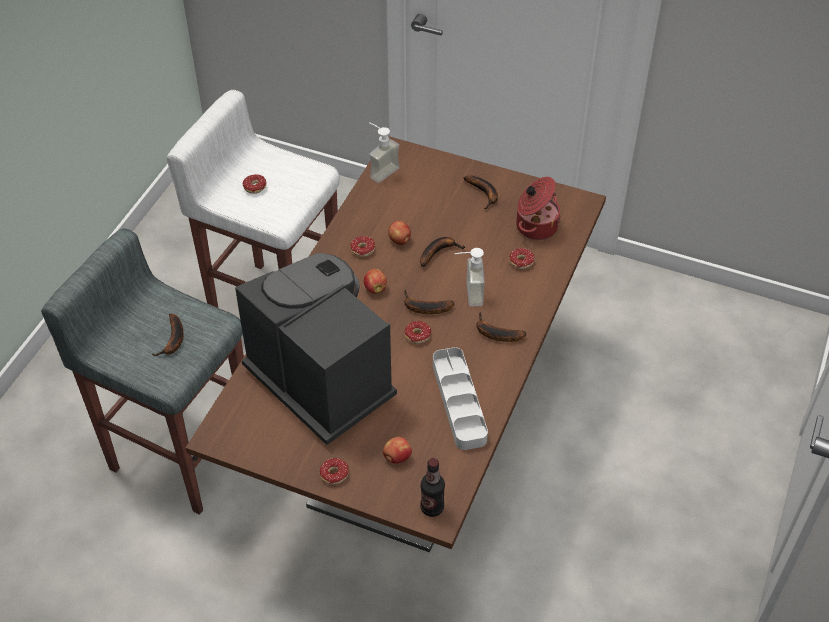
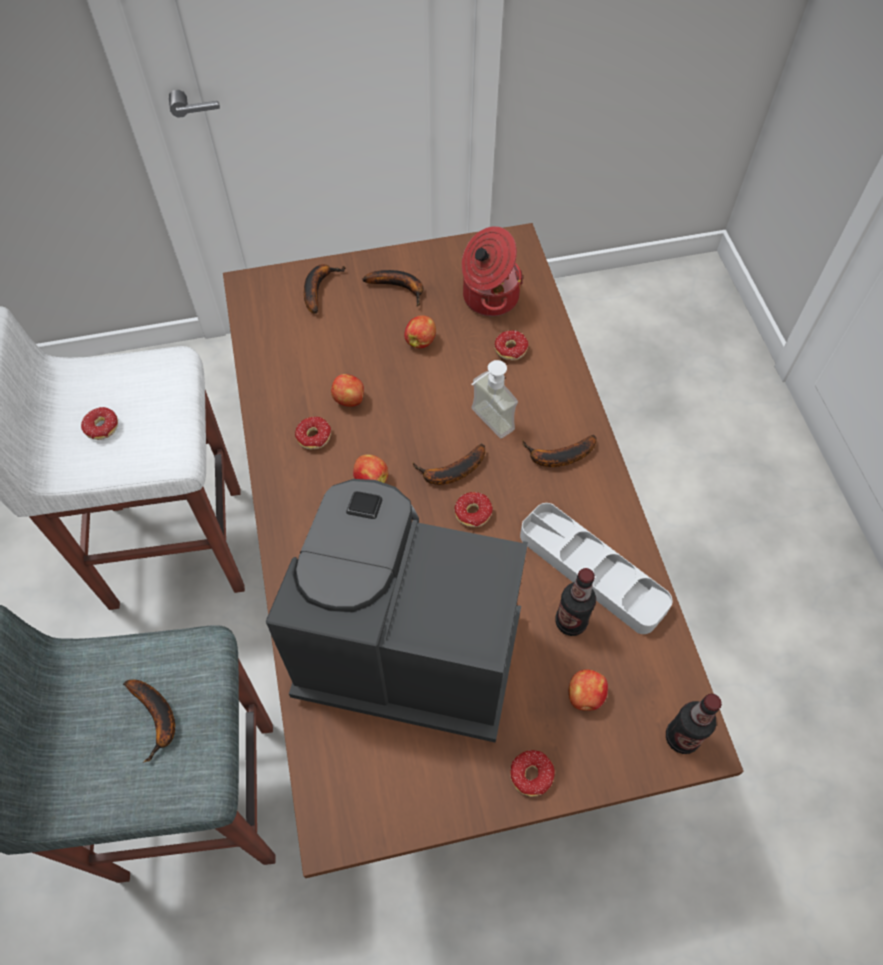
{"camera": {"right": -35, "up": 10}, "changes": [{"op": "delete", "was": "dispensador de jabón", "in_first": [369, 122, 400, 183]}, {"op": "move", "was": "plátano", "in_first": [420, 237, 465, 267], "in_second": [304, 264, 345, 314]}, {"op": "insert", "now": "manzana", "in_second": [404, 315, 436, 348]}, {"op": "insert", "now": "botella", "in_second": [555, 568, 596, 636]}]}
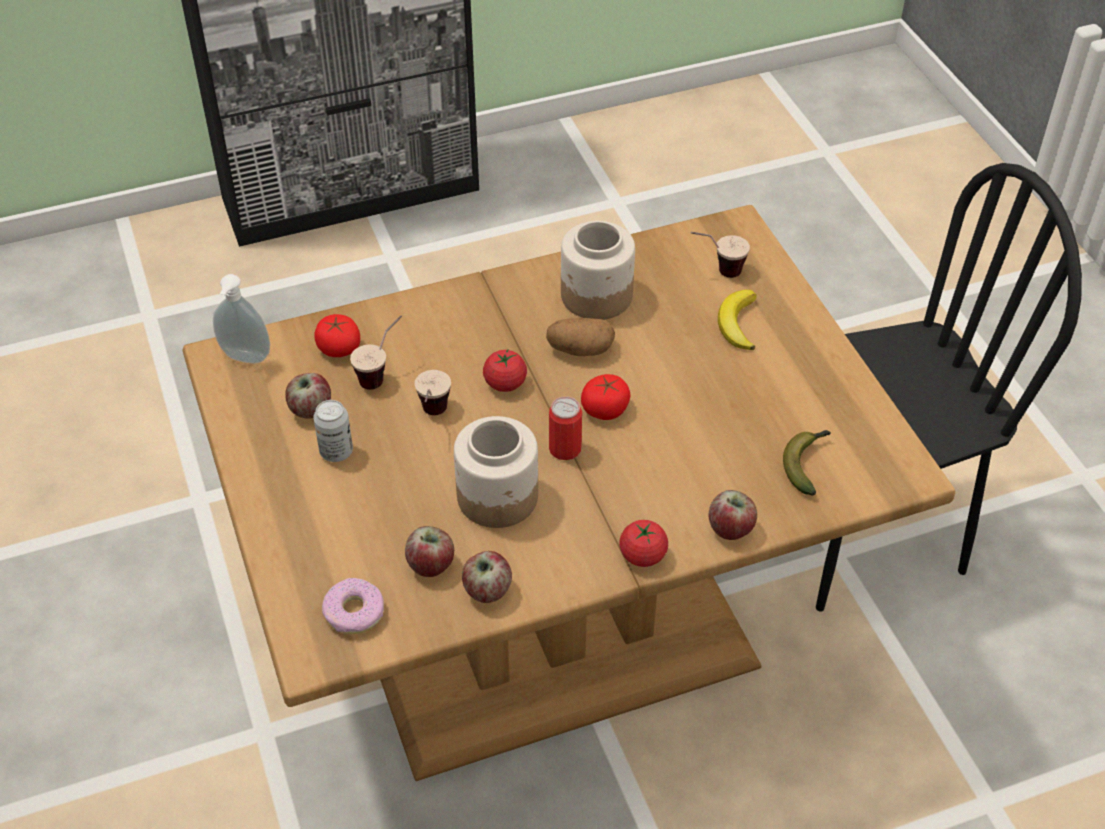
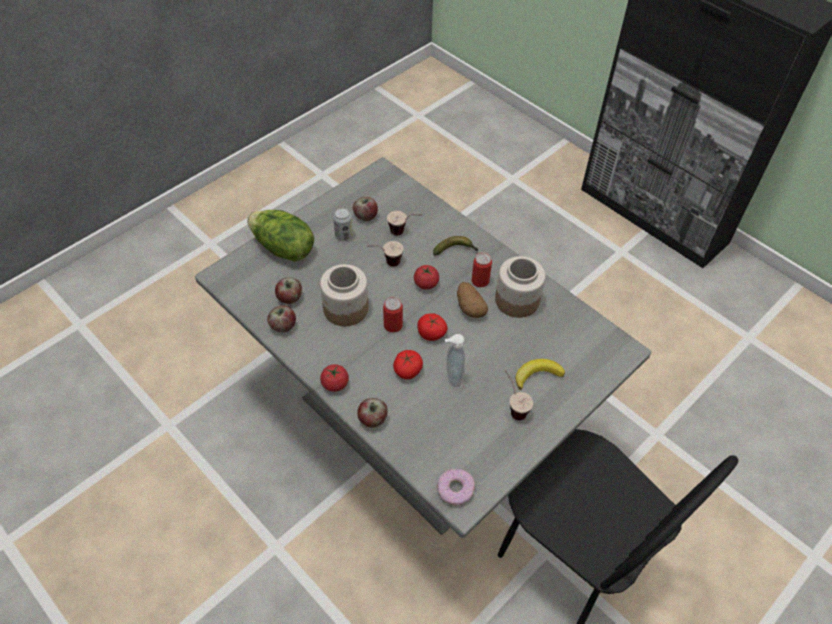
{"camera": {"right": 65, "up": 5}, "changes": [{"op": "recolor", "was": "mesa de comedor (marrón)", "now": "mesa de comedor (gris)", "in_first": [182, 205, 955, 781], "in_second": [195, 157, 651, 538]}, {"op": "move", "was": "taza", "in_first": [691, 232, 750, 278], "in_second": [505, 370, 533, 420]}, {"op": "move", "was": "dispensador de jabón", "in_first": [213, 274, 270, 363], "in_second": [445, 334, 465, 387]}, {"op": "move", "was": "tomate", "in_first": [314, 314, 360, 357], "in_second": [393, 350, 423, 379]}, {"op": "move", "was": "plátano", "in_first": [783, 430, 831, 495], "in_second": [433, 236, 479, 256]}, {"op": "move", "was": "rosquilla", "in_first": [322, 578, 384, 634], "in_second": [437, 468, 475, 506]}, {"op": "insert", "now": "lechuga", "in_second": [247, 210, 314, 262]}, {"op": "insert", "now": "lata", "in_second": [471, 252, 492, 287]}]}
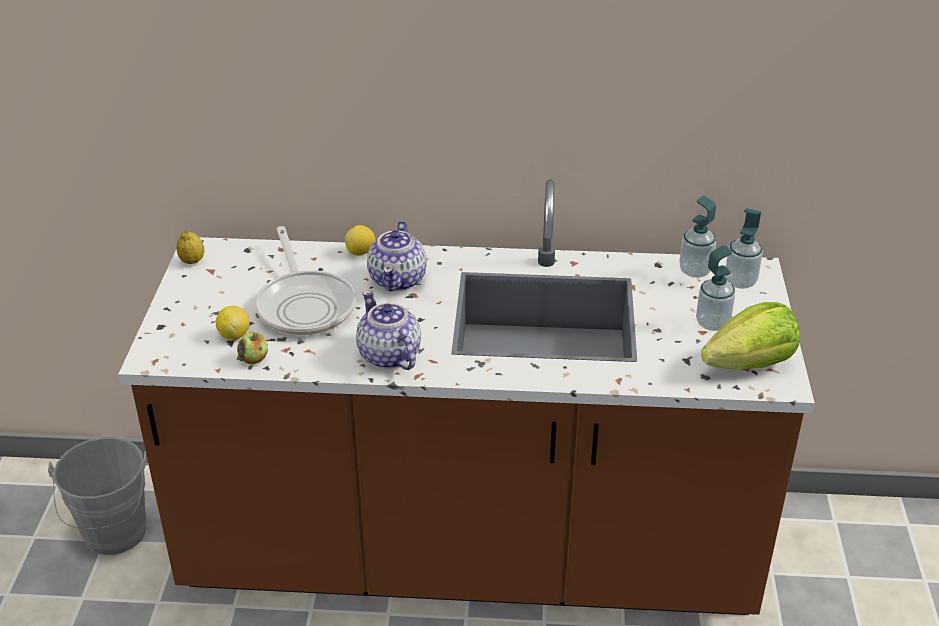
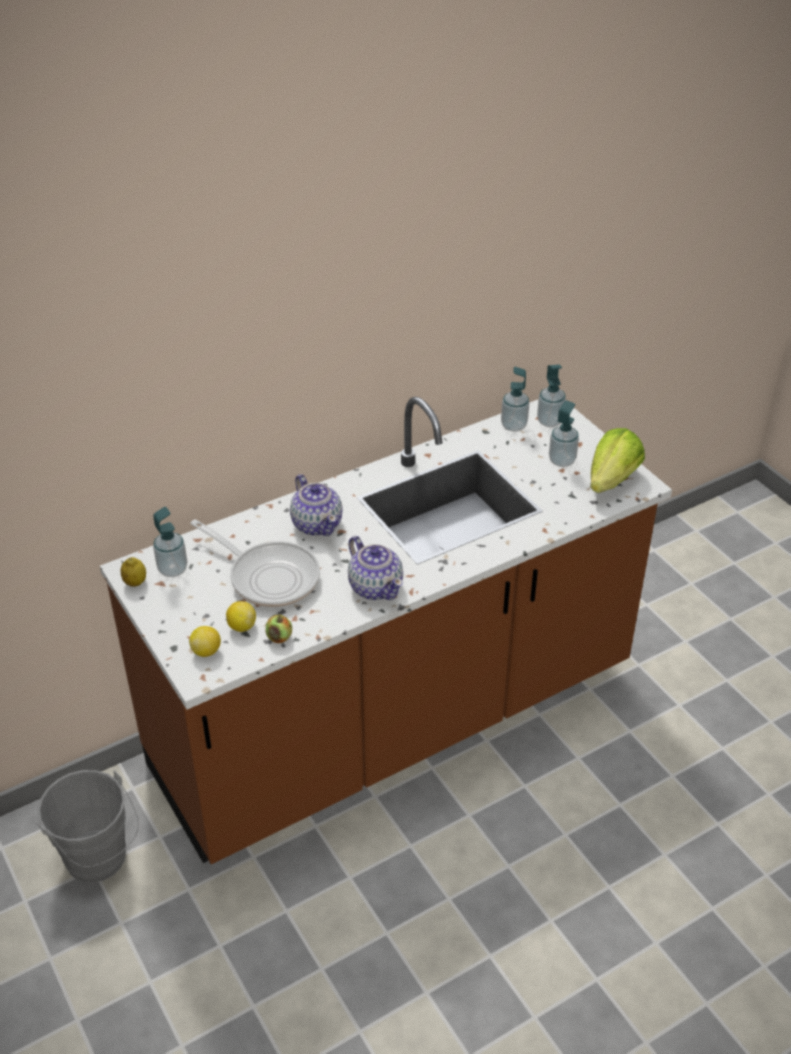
{"camera": {"right": -35, "up": 5}, "changes": [{"op": "move", "was": "limón", "in_first": [345, 225, 375, 256], "in_second": [189, 626, 221, 657]}, {"op": "rotate", "was": "tetera", "in_first": [356, 290, 421, 370], "in_second": [348, 536, 403, 600], "clockwise": -150}, {"op": "insert", "now": "dispensador de jabón", "in_second": [153, 507, 187, 577]}]}
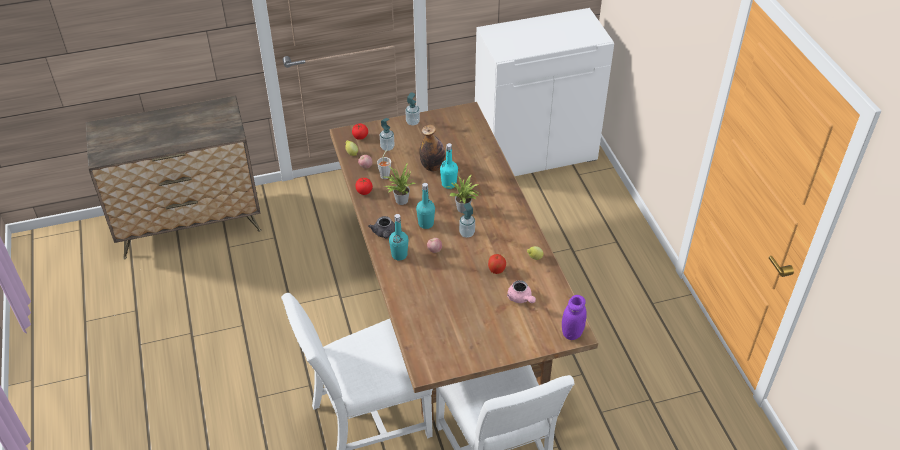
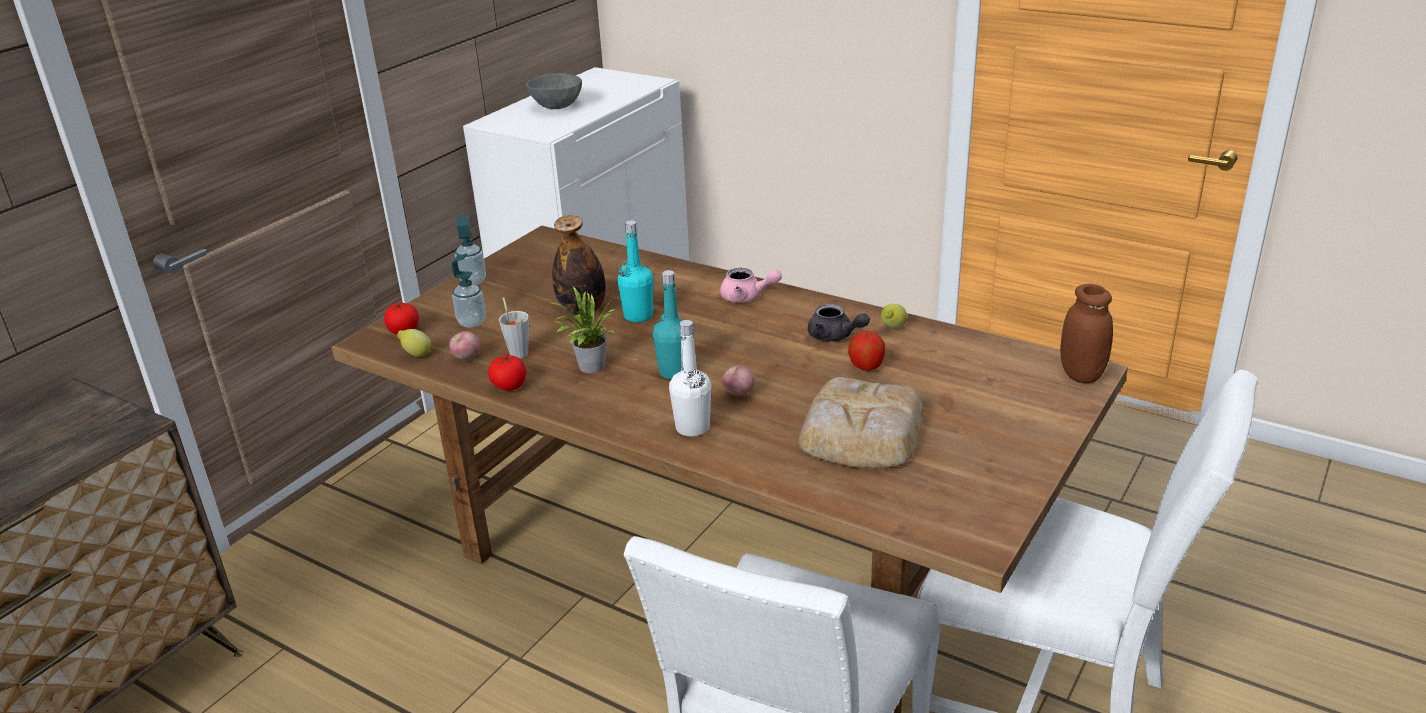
{"camera": {"right": -40, "up": -15}, "changes": [{"op": "delete", "was": "planta en maceta", "in_first": [447, 174, 480, 213]}, {"op": "delete", "was": "dispensador de jabón", "in_first": [459, 203, 475, 238]}, {"op": "recolor", "was": "botella (turquesa)", "now": "botella (blanco)", "in_first": [389, 214, 408, 260], "in_second": [669, 320, 711, 437]}, {"op": "move", "was": "tetera (gris)", "in_first": [368, 216, 395, 239], "in_second": [808, 304, 870, 342]}, {"op": "move", "was": "tetera (rosa)", "in_first": [507, 280, 536, 303], "in_second": [720, 268, 782, 302]}, {"op": "recolor", "was": "tarro (morado)", "now": "tarro (marrón)", "in_first": [562, 295, 587, 340], "in_second": [1060, 284, 1113, 383]}, {"op": "insert", "now": "cuenco (gris)", "in_second": [526, 73, 582, 109]}, {"op": "insert", "now": "pan", "in_second": [799, 377, 923, 468]}]}
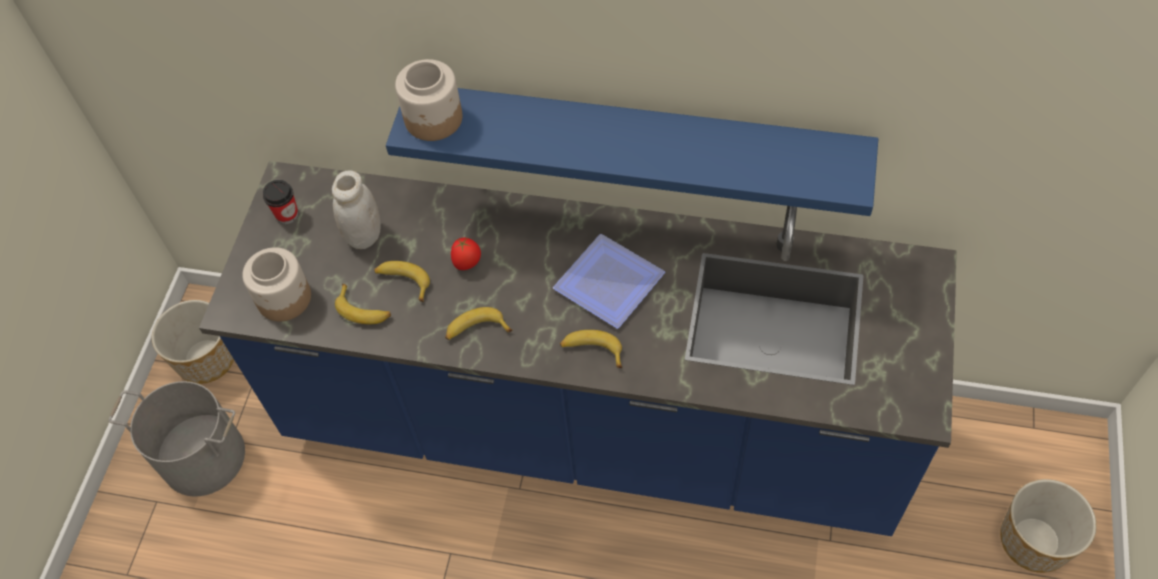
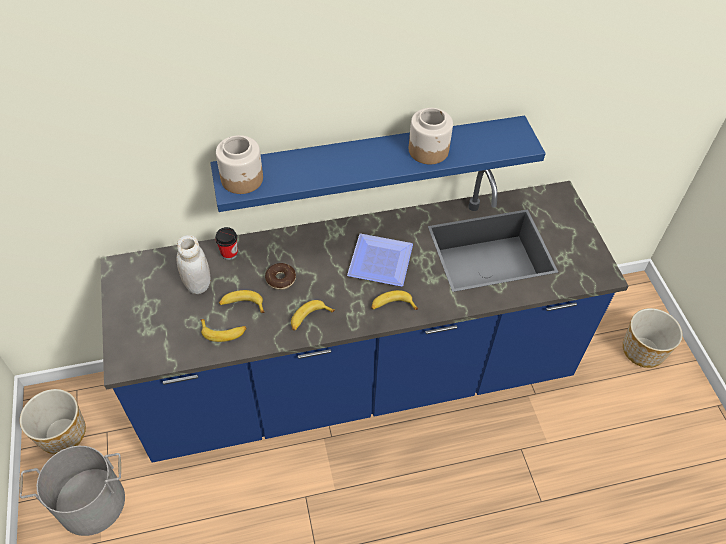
{"camera": {"right": -30, "up": -5}, "changes": [{"op": "move", "was": "taza", "in_first": [263, 180, 298, 224], "in_second": [215, 227, 238, 260]}, {"op": "replace", "was": "tomate", "now": "rosquilla", "in_first": [451, 238, 481, 270], "in_second": [265, 263, 296, 290]}, {"op": "move", "was": "tarro", "in_first": [242, 247, 311, 321], "in_second": [409, 108, 453, 165]}]}
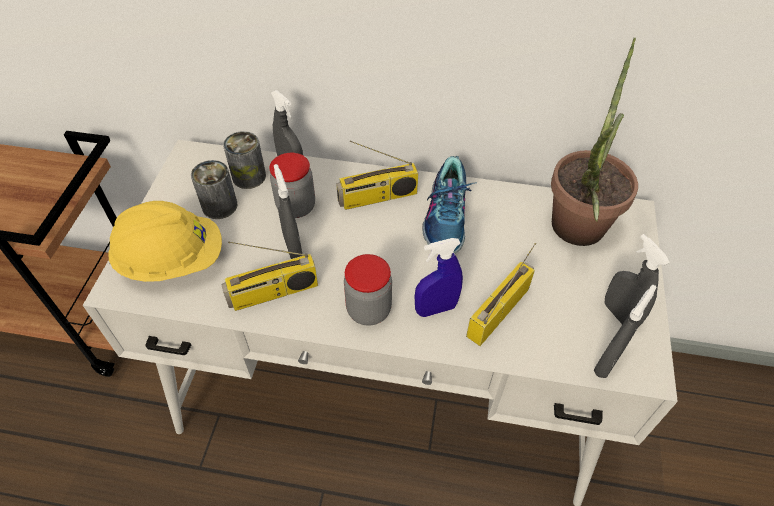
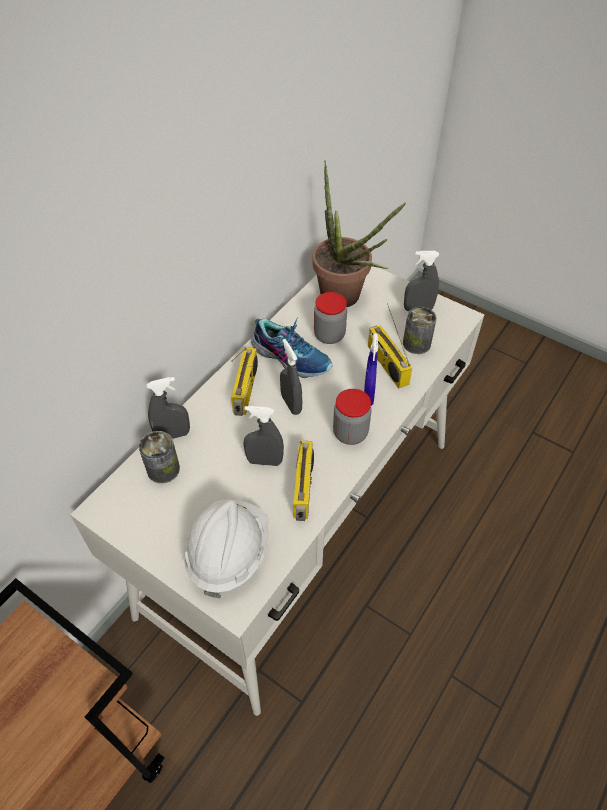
{"camera": {"right": -65, "up": 0}, "changes": [{"op": "move", "was": "tarro", "in_first": [270, 153, 315, 218], "in_second": [314, 292, 347, 344]}, {"op": "move", "was": "lata", "in_first": [191, 160, 237, 219], "in_second": [403, 307, 437, 354]}, {"op": "recolor", "was": "casco (amarillo)", "now": "casco (blanco)", "in_first": [108, 201, 222, 282], "in_second": [184, 499, 268, 598]}, {"op": "move", "was": "pulverizador (gris)", "in_first": [594, 285, 657, 378], "in_second": [280, 339, 302, 415]}]}
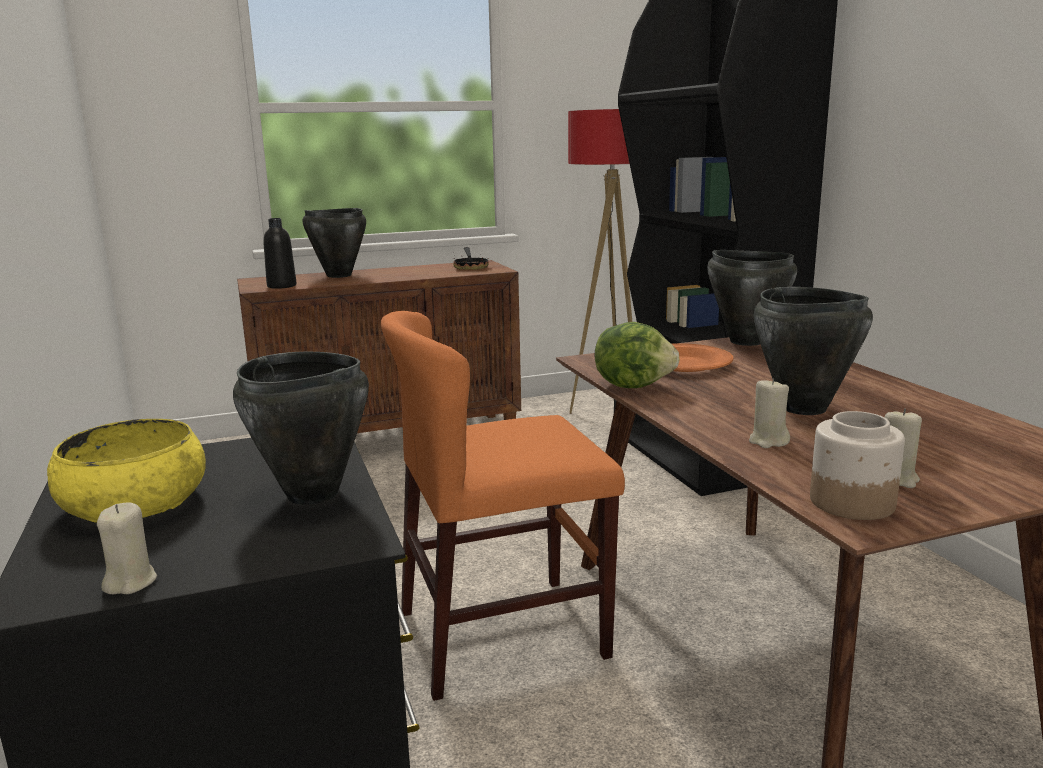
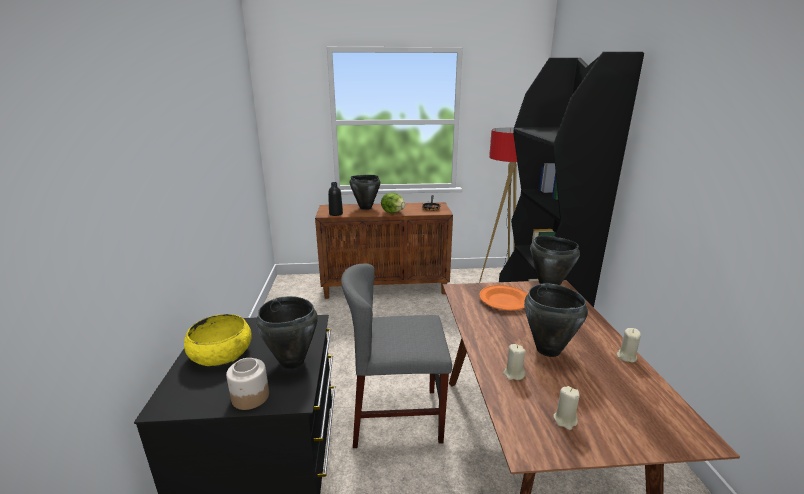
{"camera": {"right": 15, "up": 5}, "changes": [{"op": "recolor", "was": "silla (naranja)", "now": "silla (gris)", "in_first": [381, 311, 625, 701], "in_second": [341, 264, 452, 448]}, {"op": "move", "was": "lechuga", "in_first": [595, 322, 680, 388], "in_second": [381, 193, 405, 213]}, {"op": "move", "was": "tarro", "in_first": [810, 411, 905, 520], "in_second": [226, 358, 269, 410]}, {"op": "move", "was": "vela (beis)", "in_first": [97, 502, 157, 594], "in_second": [617, 328, 641, 363]}]}
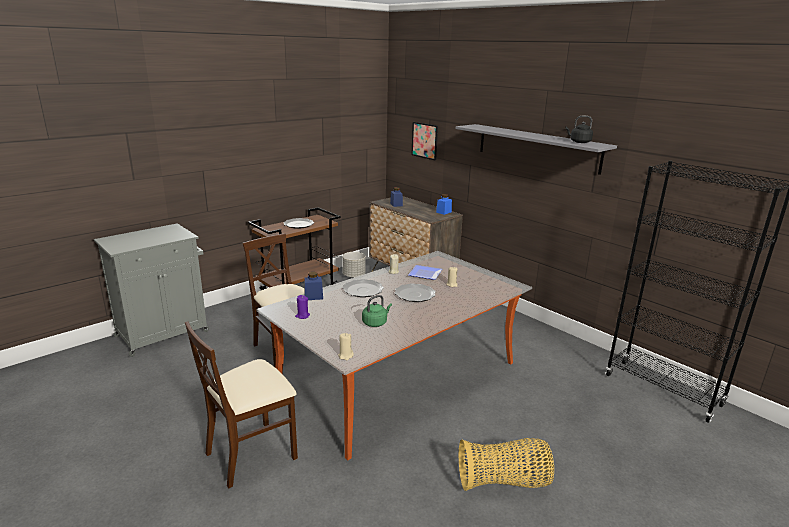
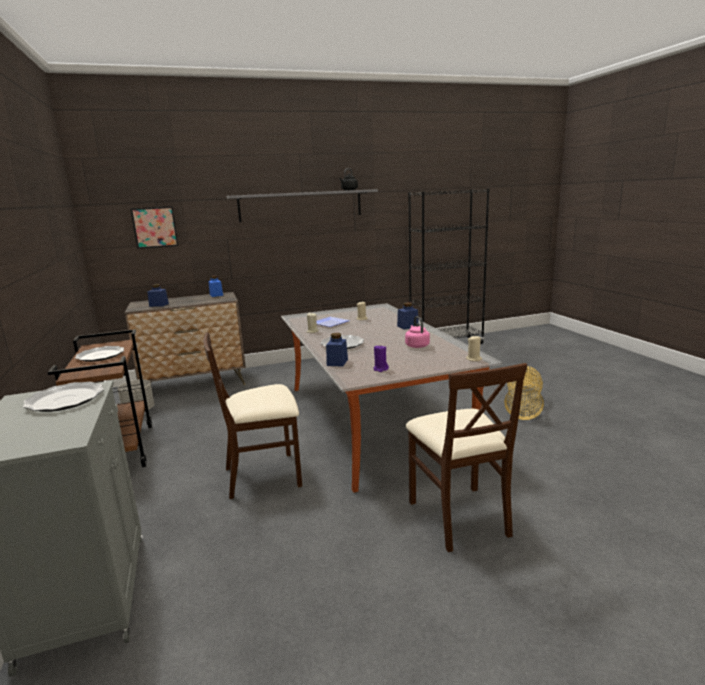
{"camera": {"right": -65, "up": -5}, "changes": [{"op": "move", "was": "plato", "in_first": [395, 283, 436, 302], "in_second": [23, 382, 104, 412]}, {"op": "recolor", "was": "hervidor (verde)", "now": "hervidor (rosa)", "in_first": [362, 295, 392, 327], "in_second": [405, 316, 430, 348]}, {"op": "insert", "now": "tarro (azul)", "in_second": [397, 302, 419, 329]}]}
